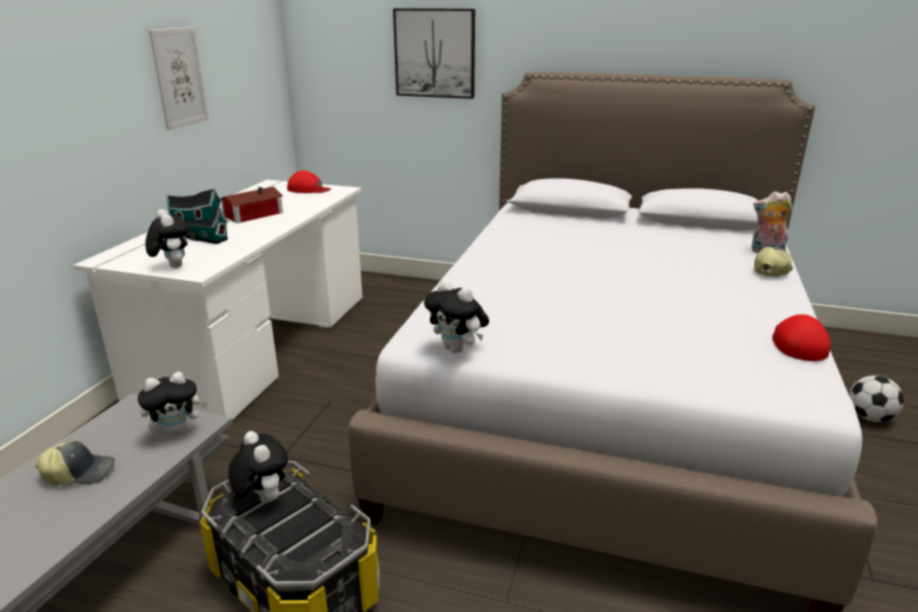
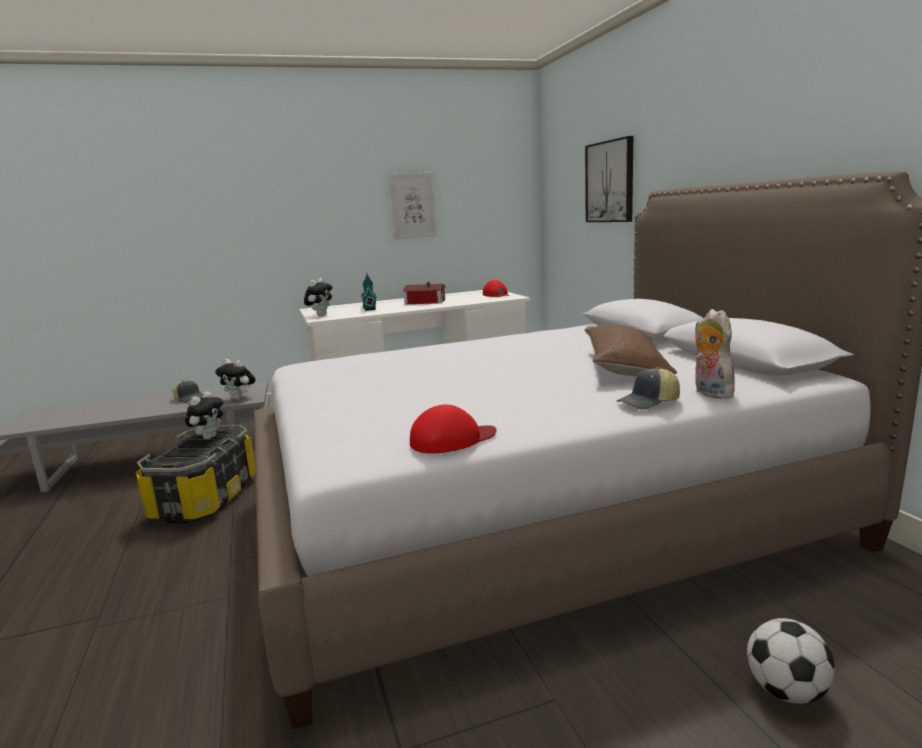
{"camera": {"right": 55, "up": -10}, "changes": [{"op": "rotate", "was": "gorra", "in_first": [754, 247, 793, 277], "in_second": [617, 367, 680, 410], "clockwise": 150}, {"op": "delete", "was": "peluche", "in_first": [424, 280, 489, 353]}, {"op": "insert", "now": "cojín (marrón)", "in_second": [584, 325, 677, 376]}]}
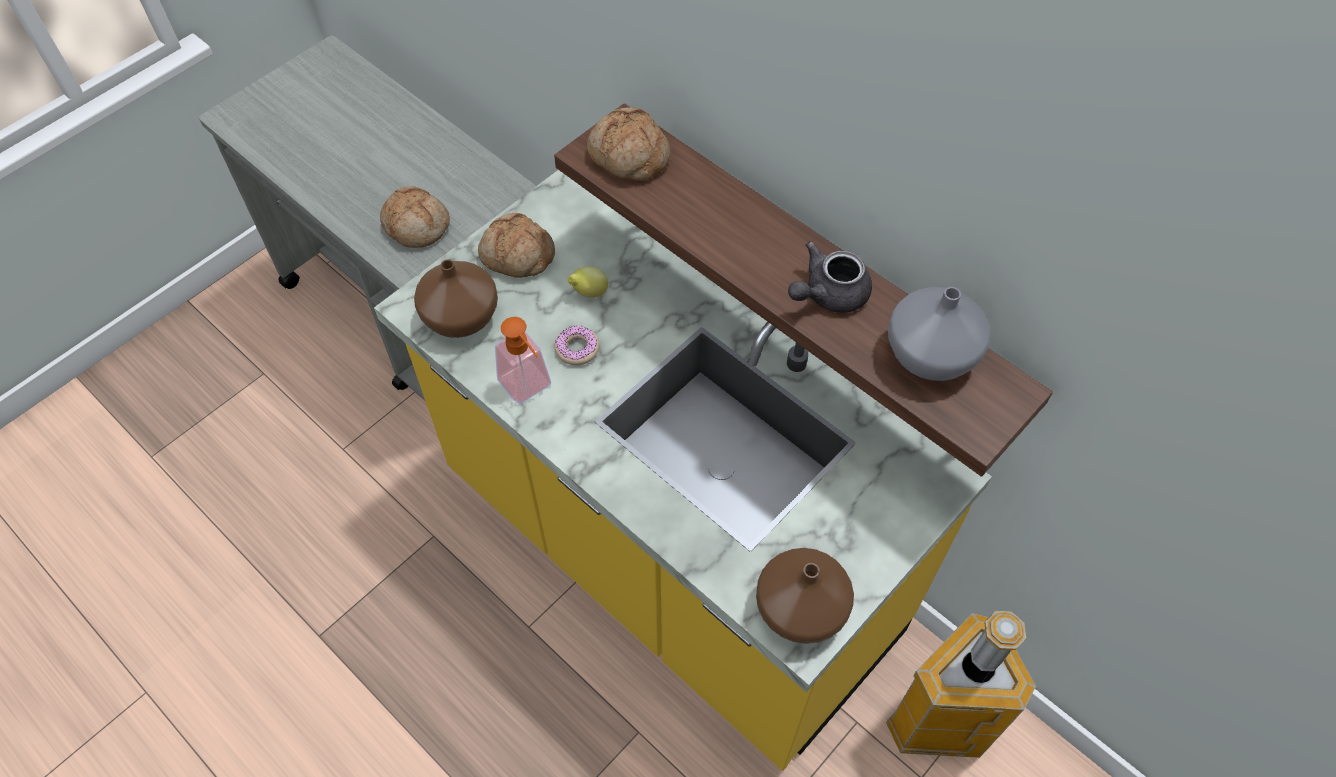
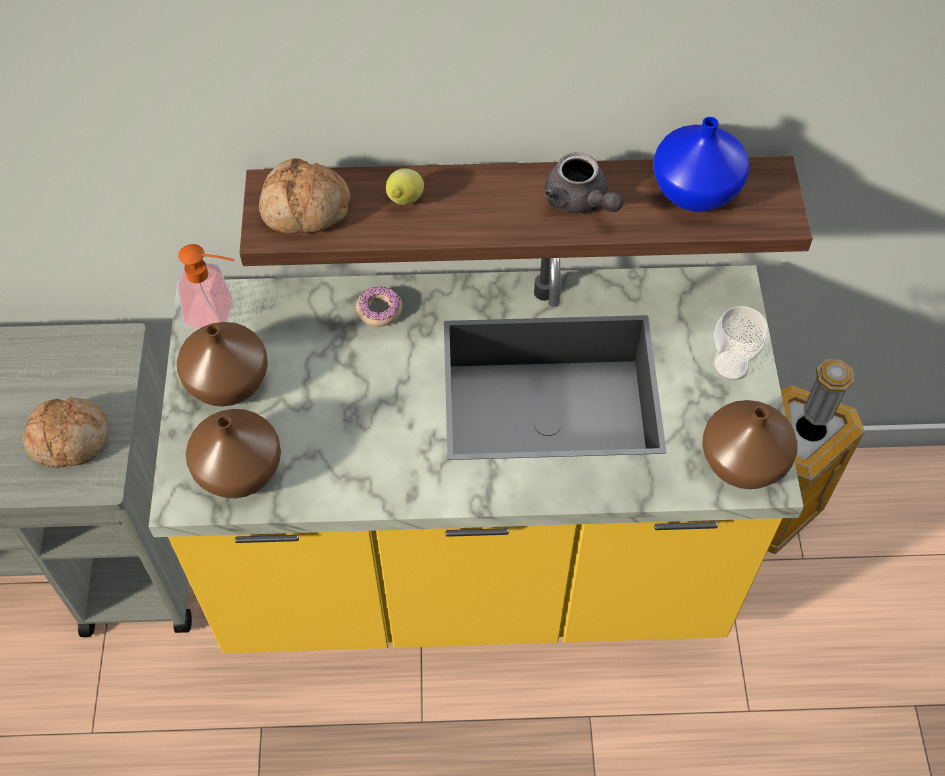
{"camera": {"right": -45, "up": 0}, "changes": [{"op": "replace", "was": "pan", "now": "florero (marrón)", "in_first": [478, 213, 555, 278], "in_second": [177, 322, 268, 407]}, {"op": "rotate", "was": "tetera (gris)", "in_first": [788, 241, 872, 313], "in_second": [545, 153, 623, 214], "clockwise": -45}, {"op": "move", "was": "limón", "in_first": [568, 267, 608, 298], "in_second": [386, 168, 424, 205]}, {"op": "recolor", "was": "florero (gris)", "now": "florero (azul)", "in_first": [888, 287, 991, 381], "in_second": [653, 117, 749, 212]}, {"op": "move", "was": "dispensador de jabón", "in_first": [495, 317, 551, 404], "in_second": [177, 244, 235, 329]}, {"op": "move", "was": "rosquilla", "in_first": [554, 325, 599, 365], "in_second": [356, 286, 402, 327]}, {"op": "insert", "now": "taza", "in_second": [713, 306, 768, 381]}]}
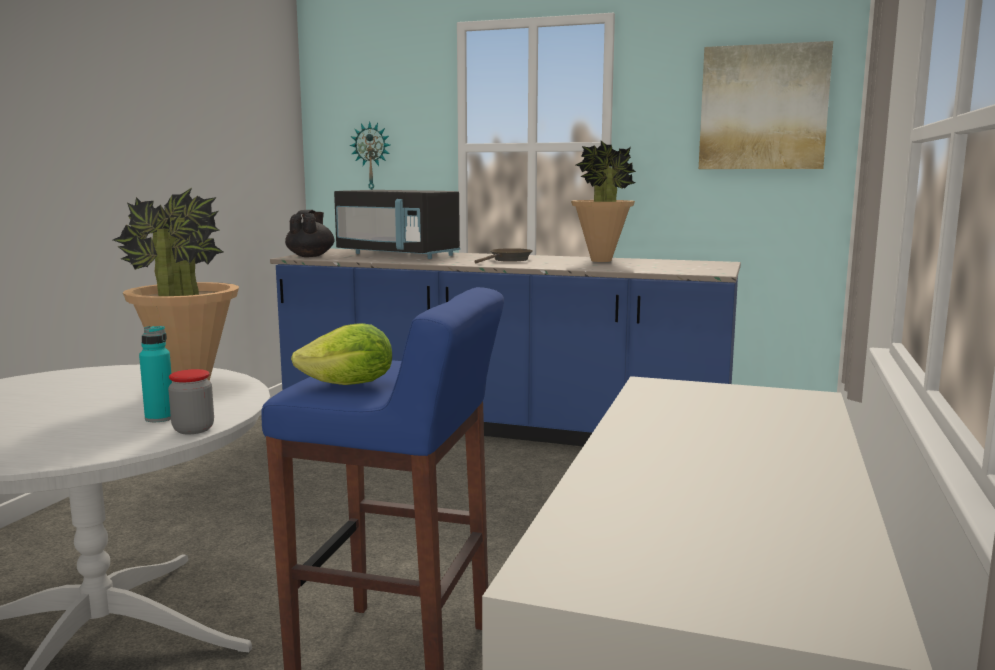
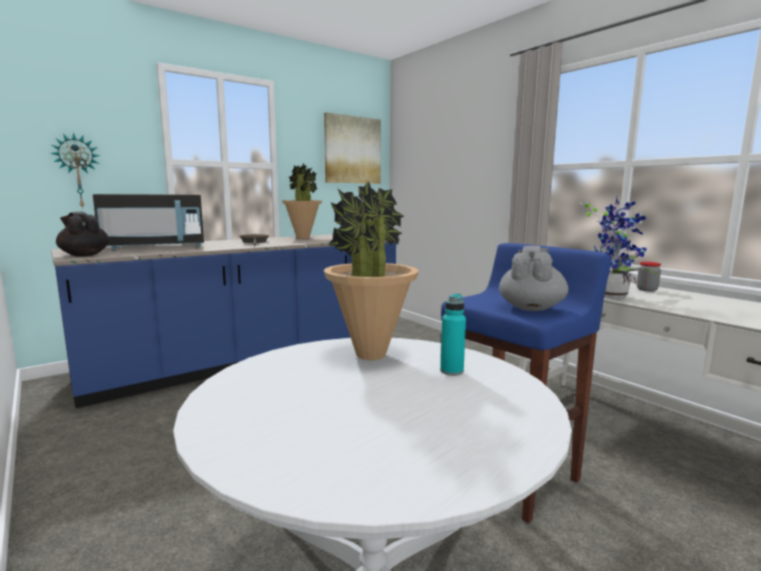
{"camera": {"right": -55, "up": 0}, "changes": [{"op": "replace", "was": "lechuga", "now": "tetera (gris)", "in_first": [291, 323, 392, 385], "in_second": [499, 246, 568, 311]}, {"op": "move", "was": "tarro", "in_first": [168, 369, 214, 434], "in_second": [637, 262, 661, 292]}, {"op": "insert", "now": "planta en maceta", "in_second": [580, 195, 659, 299]}]}
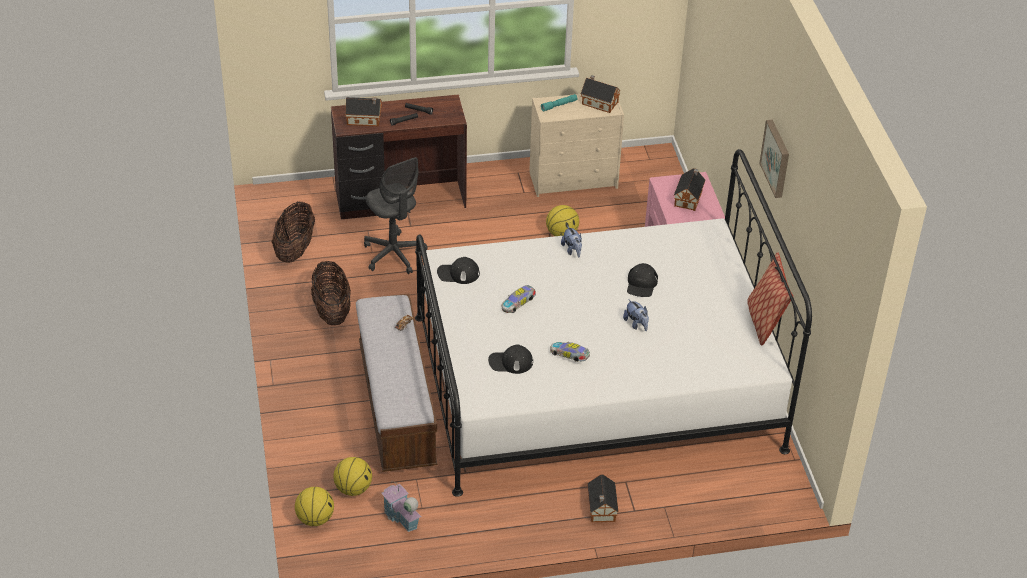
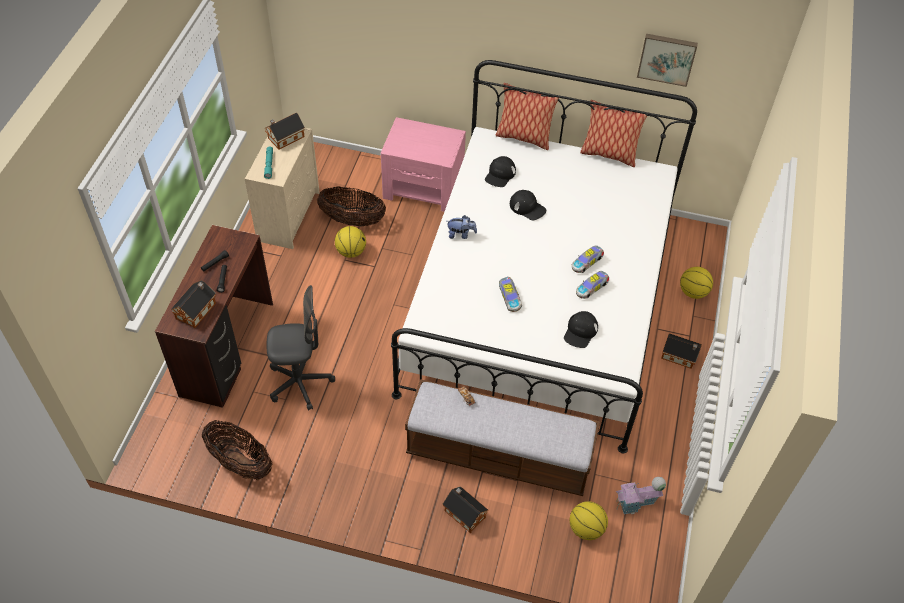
{"camera": {"right": -65, "up": 10}, "changes": [{"op": "move", "was": "cuadro", "in_first": [759, 120, 789, 198], "in_second": [637, 34, 698, 87]}, {"op": "move", "was": "casita", "in_first": [674, 168, 706, 211], "in_second": [442, 486, 488, 533]}, {"op": "move", "was": "gorra (negro)", "in_first": [437, 257, 480, 284], "in_second": [485, 156, 516, 187]}, {"op": "move", "was": "cesta", "in_first": [311, 261, 351, 325], "in_second": [317, 187, 386, 227]}, {"op": "delete", "was": "peluche", "in_first": [623, 299, 649, 331]}, {"op": "move", "was": "balón de baloncesto", "in_first": [295, 487, 334, 526], "in_second": [680, 267, 713, 299]}, {"op": "insert", "now": "cojín", "in_second": [496, 83, 559, 150]}, {"op": "insert", "now": "coche de juguete", "in_second": [572, 245, 604, 273]}]}
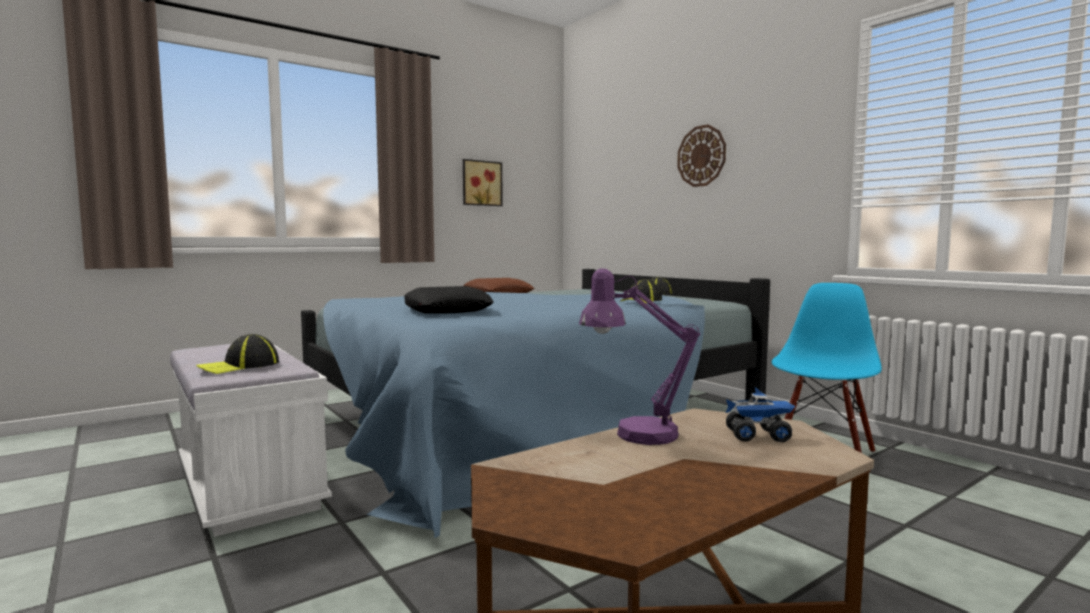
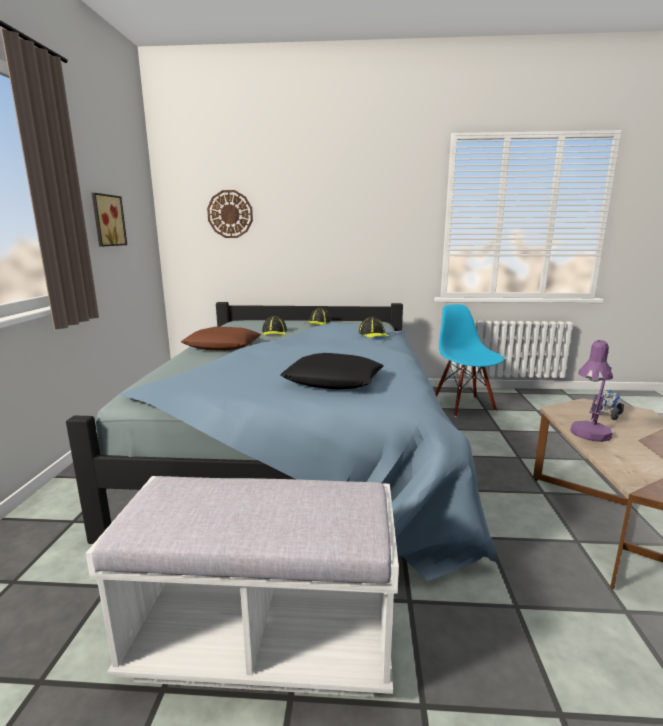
{"camera": {"right": -50, "up": 10}, "changes": [{"op": "move", "was": "reloj de pared", "in_first": [677, 124, 726, 187], "in_second": [207, 190, 253, 238]}, {"op": "move", "was": "gorra", "in_first": [196, 334, 279, 374], "in_second": [262, 316, 287, 335]}]}
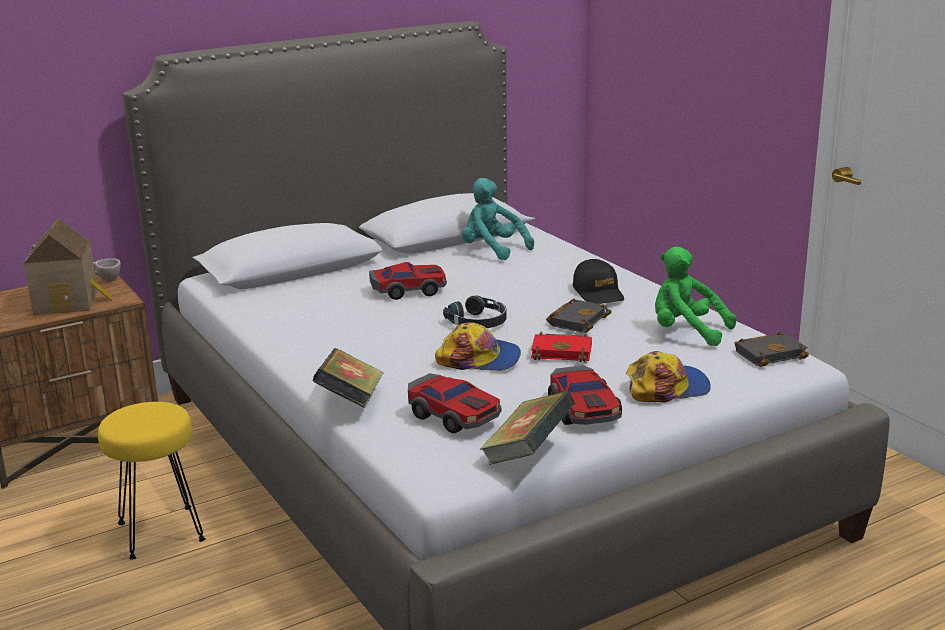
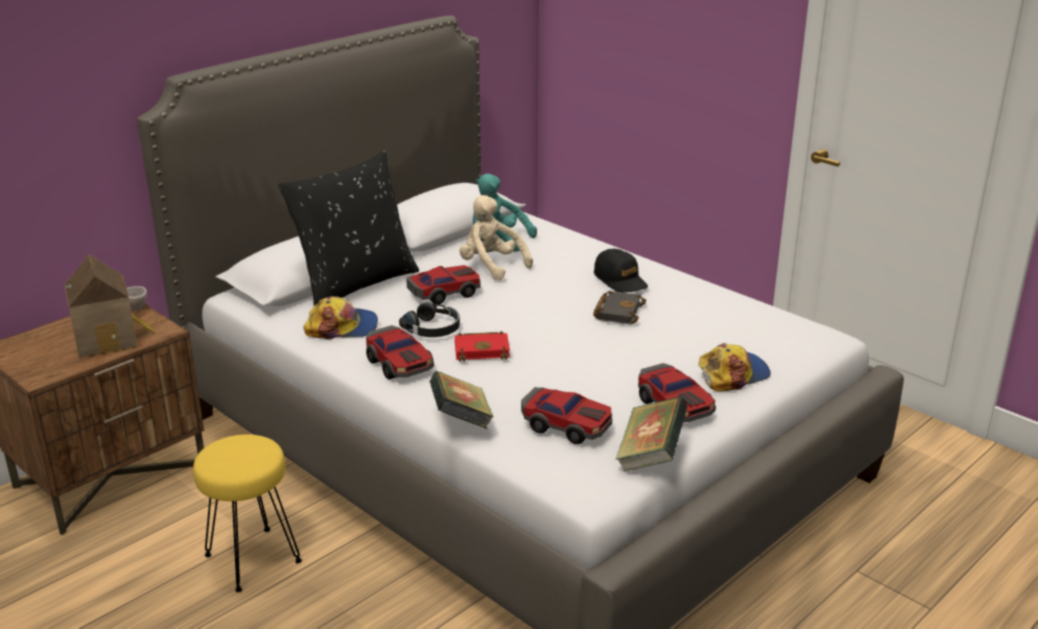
{"camera": {"right": -15, "up": 5}, "changes": [{"op": "delete", "was": "peluche (verde)", "in_first": [655, 247, 736, 346]}, {"op": "move", "was": "auriculares (negro)", "in_first": [443, 296, 507, 328], "in_second": [399, 302, 460, 337]}, {"op": "move", "was": "gorra", "in_first": [435, 322, 521, 371], "in_second": [303, 296, 378, 339]}, {"op": "move", "was": "libro (rojo)", "in_first": [531, 332, 592, 362], "in_second": [455, 331, 510, 361]}, {"op": "delete", "was": "libro (negro)", "in_first": [734, 332, 809, 367]}, {"op": "insert", "now": "cojín (negro)", "in_second": [278, 151, 419, 306]}, {"op": "insert", "now": "peluche (beis)", "in_second": [459, 195, 533, 280]}, {"op": "insert", "now": "coche de juguete", "in_second": [366, 325, 434, 379]}]}
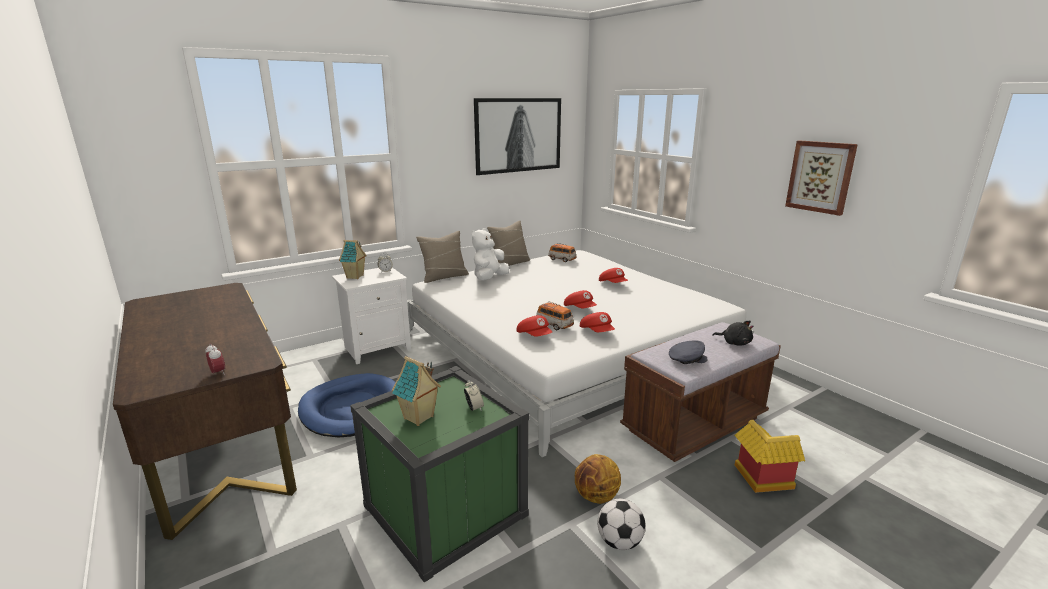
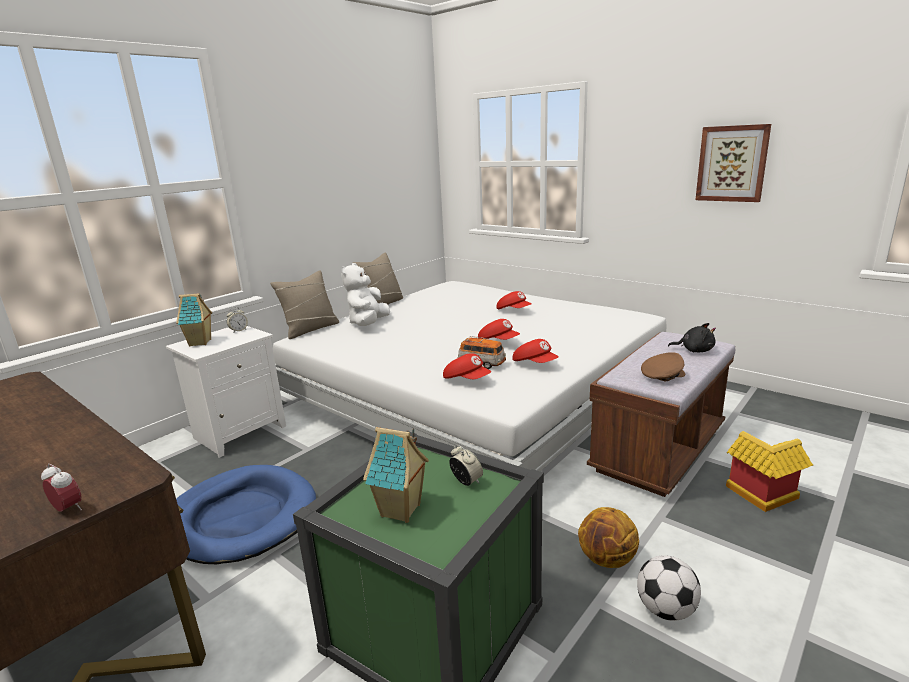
{"camera": {"right": -15, "up": 0}, "changes": [{"op": "delete", "was": "cuadro", "in_first": [474, 98, 561, 175]}, {"op": "delete", "was": "coche de juguete", "in_first": [548, 243, 577, 262]}, {"op": "recolor", "was": "gorra (gris)", "now": "gorra (marrón)", "in_first": [669, 340, 708, 364], "in_second": [641, 352, 685, 382]}]}
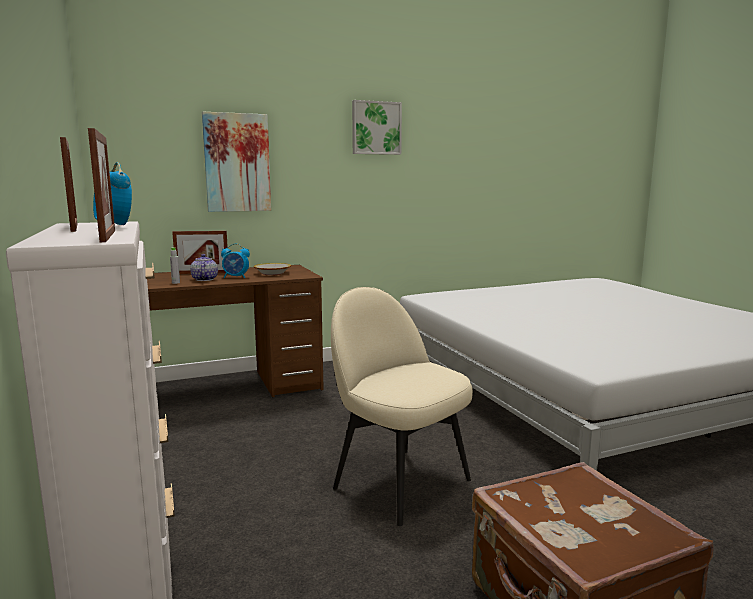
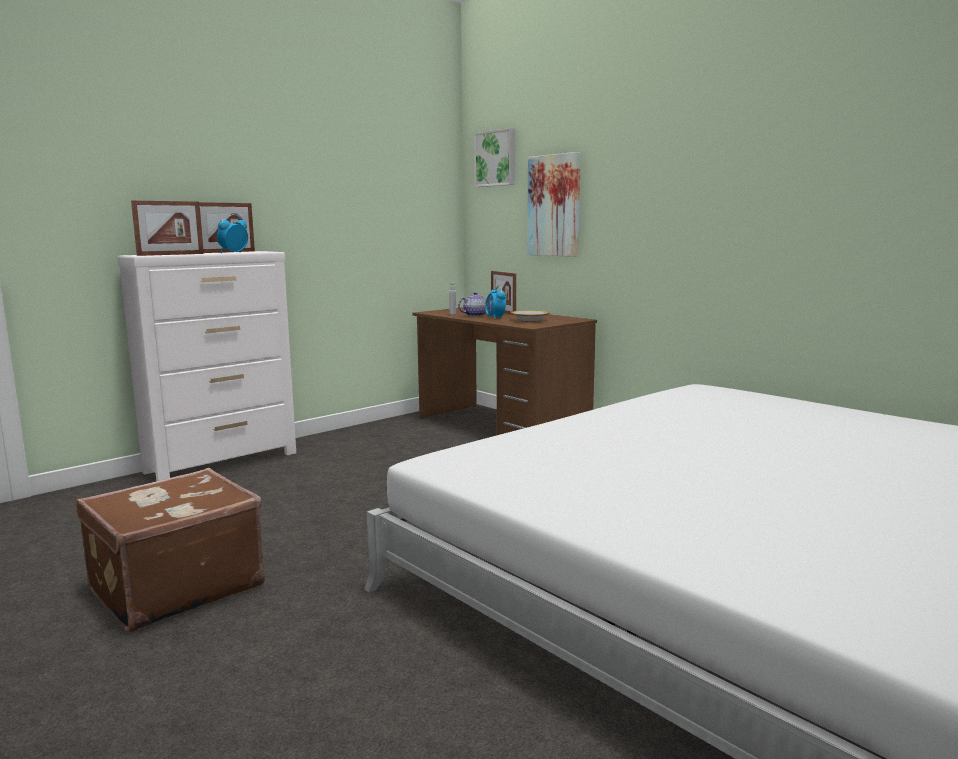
{"camera": {"right": 70, "up": 0}, "changes": [{"op": "move", "was": "cuadro", "in_first": [352, 100, 402, 155], "in_second": [474, 128, 515, 187]}, {"op": "delete", "was": "silla (beis)", "in_first": [331, 287, 473, 526]}]}
